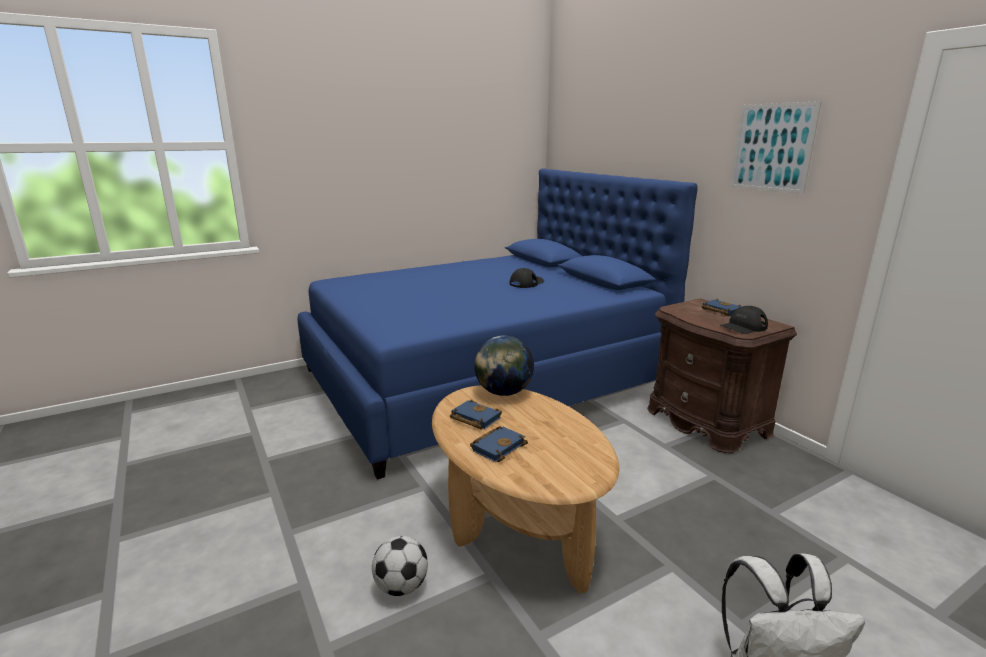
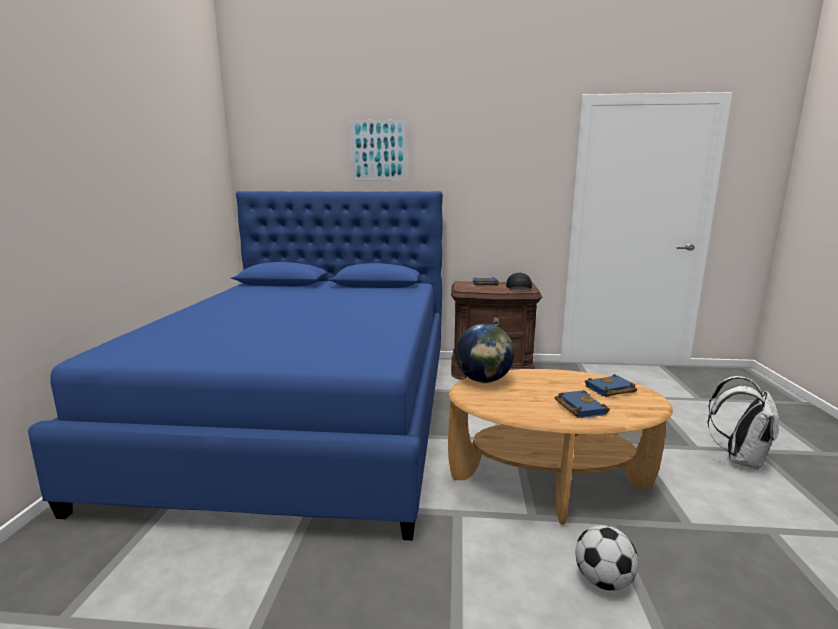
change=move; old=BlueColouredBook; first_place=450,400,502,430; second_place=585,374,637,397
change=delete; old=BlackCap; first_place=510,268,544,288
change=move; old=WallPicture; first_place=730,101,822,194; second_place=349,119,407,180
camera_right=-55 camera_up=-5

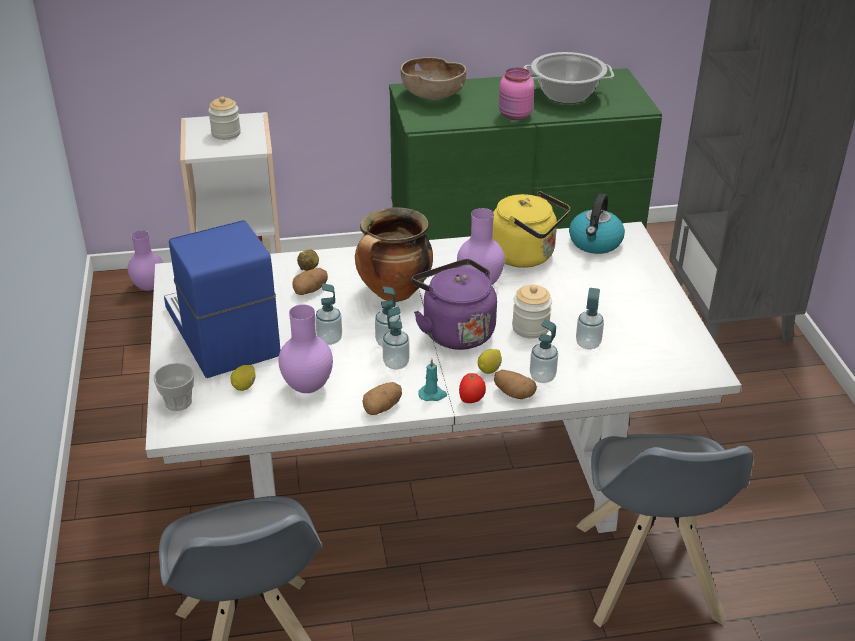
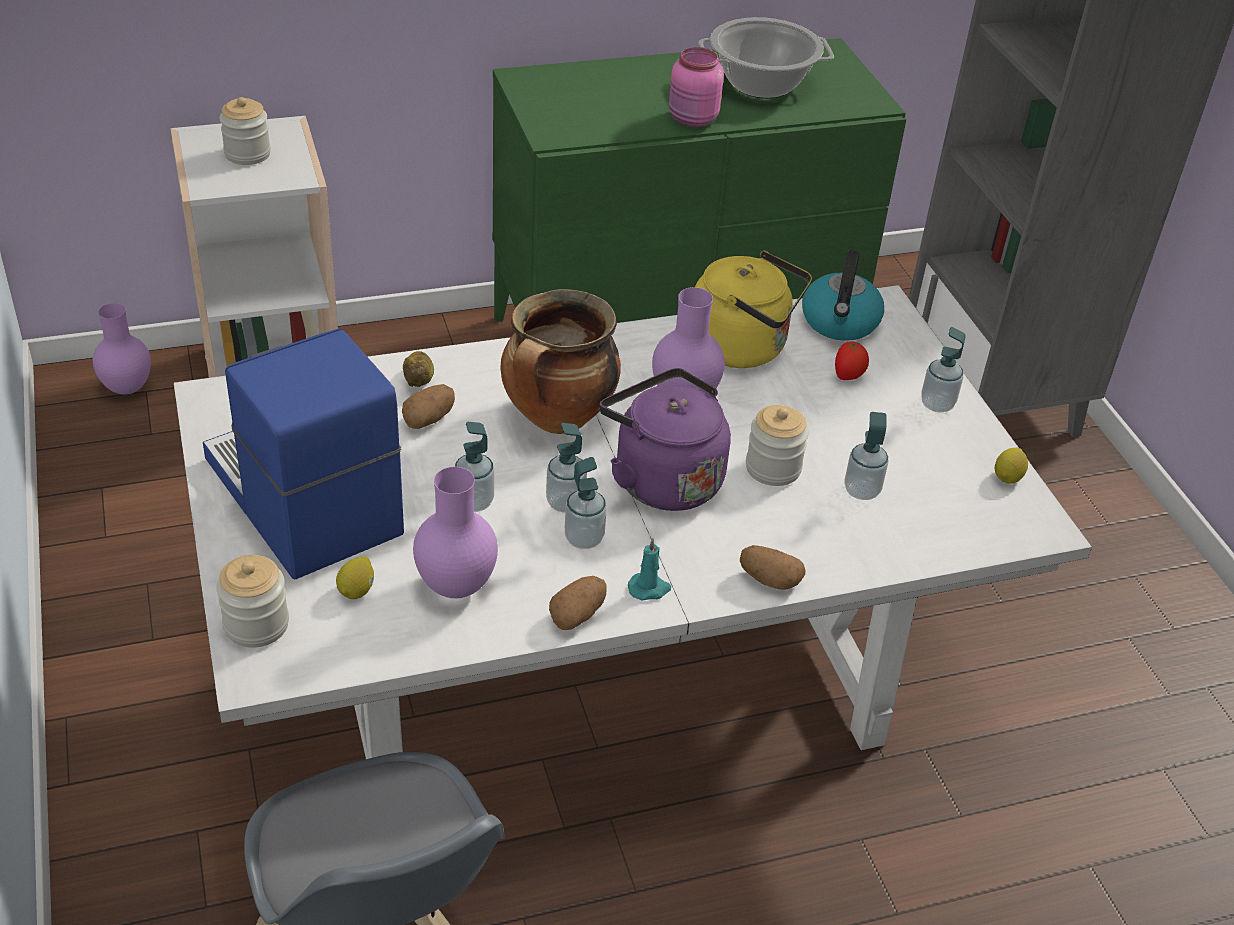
change=replace; old=Cup; new=PreserveJar; first_place=154,363,194,411; second_place=216,555,289,648
change=delete; old=BrownColouredServingBowl; first_place=400,57,466,100
change=move; old=Tomato; first_place=459,373,486,403; second_place=835,341,869,380
change=move; old=WholeLemon; first_place=478,349,502,374; second_place=994,448,1028,484
change=move; old=SoapBottle; first_place=530,319,558,383; second_place=921,327,966,413
change=delete; old=GrayChair; first_place=576,434,754,627
camera_right=-10 camera_up=5

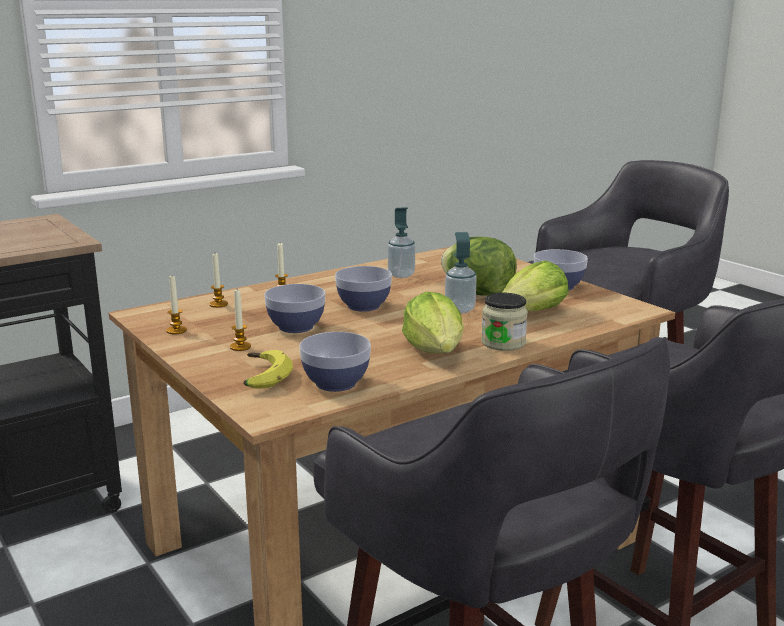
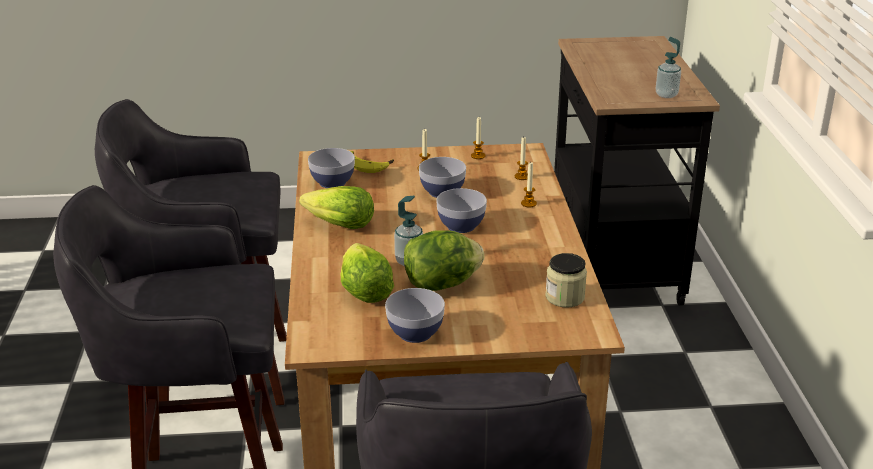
change=move; old=SoapBottle; first_place=388,207,415,278; second_place=656,37,681,98
change=move; old=PreserveJar; first_place=481,293,528,351; second_place=545,253,587,308
camera_right=120 camera_up=10

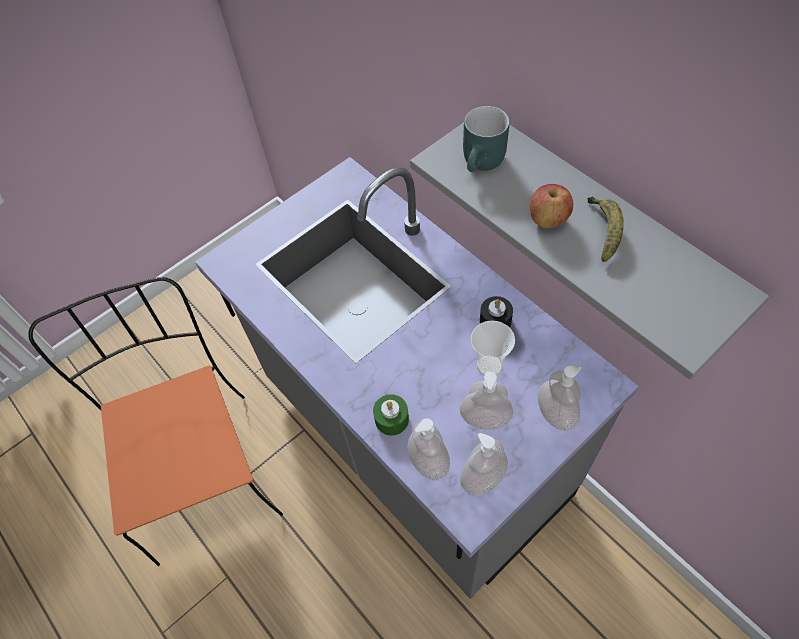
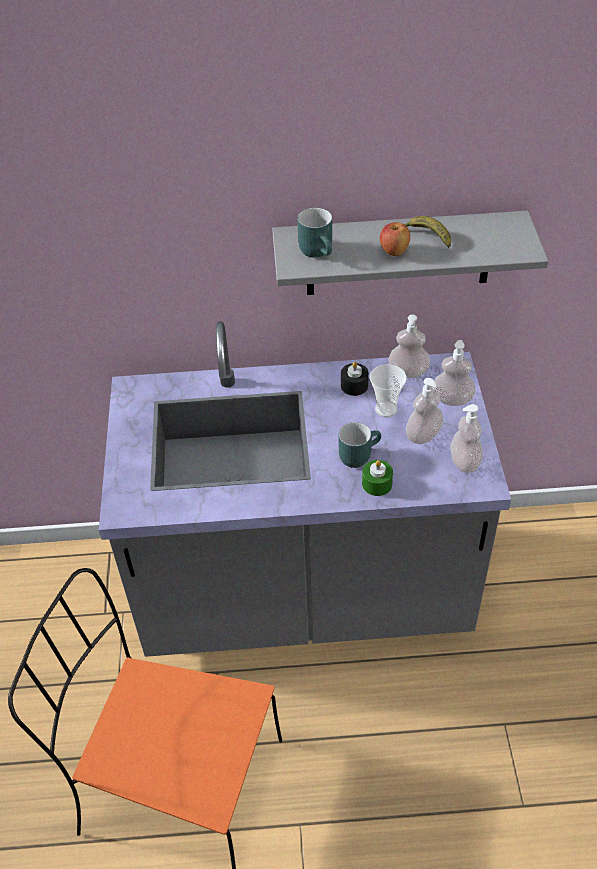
change=move; old=SoapBottle; first_place=408,418,450,481; second_place=388,315,430,378
change=insert; new=TurquoiseMug; second_place=339,422,381,468
camera_right=-55 camera_up=-10

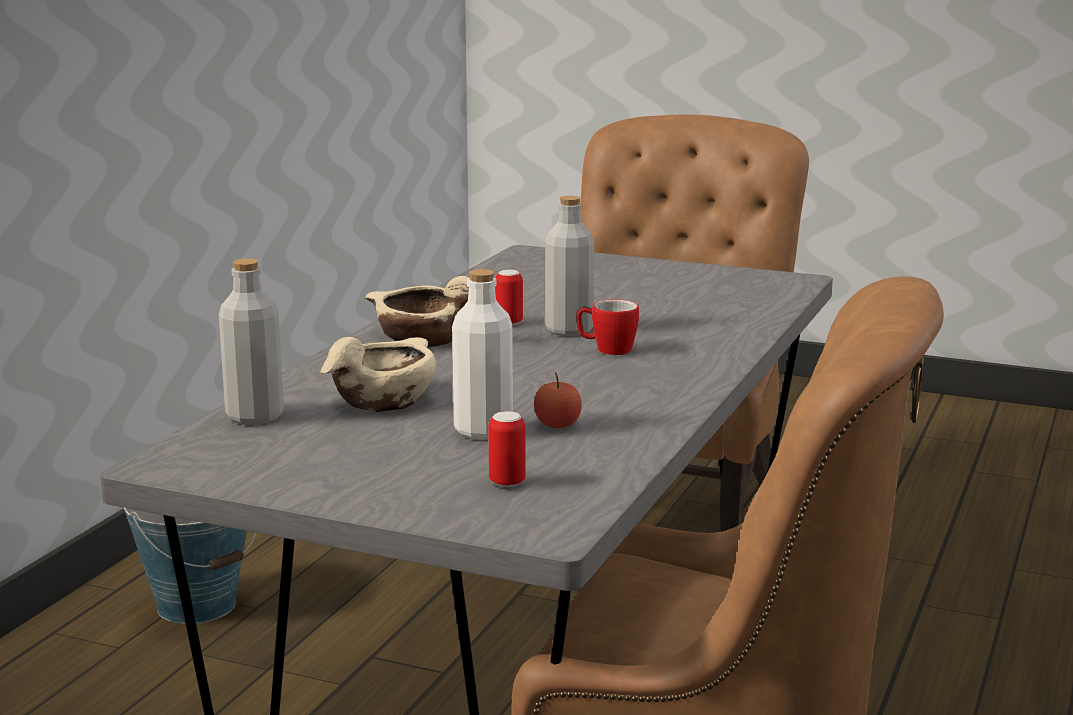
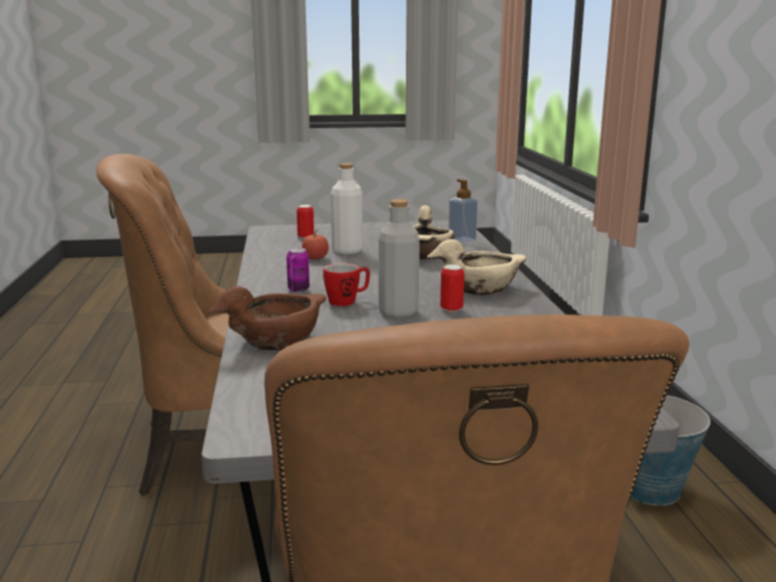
change=replace; old=GrayBottle; new=SoapBottle; first_place=219,259,284,425; second_place=449,179,478,243
change=insert; new=BrownColouredServingBowl; second_place=207,286,326,350
change=insert; new=MetalCan; second_place=286,248,309,292
camera_right=150 camera_up=0

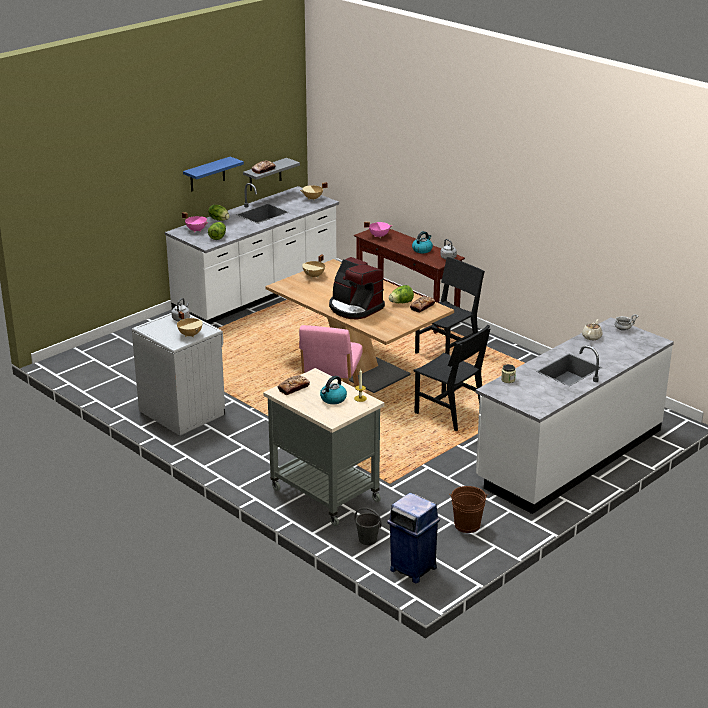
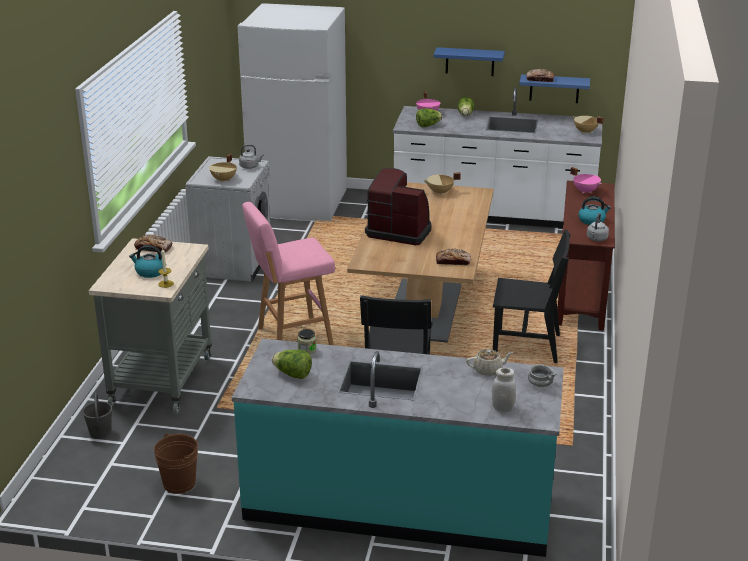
change=recolor; old=GrayWallShelf; new=BlueColouredWallShelf; first_place=243,158,300,191; second_place=519,74,590,103
change=rotate; old=CoffeeMachine; first_place=329,257,385,320; second_place=365,168,431,245; degrees=105
change=delete; old=BlueColouredTrashCan; first_place=387,493,440,583
change=move; old=LettuceHead; first_place=389,285,414,303; second_place=272,350,312,379
change=recolor; old=WhiteKitchenBaseUnit; new=TurquoiseKitchenBaseUnit; first_place=475,317,674,514; second_place=232,339,564,557
change=insert; new=WhiteRefrigerator; second_place=238,3,347,221
change=insert; new=WhitePreserveJar; second_place=492,368,516,412
camera_right=55 camera_up=0

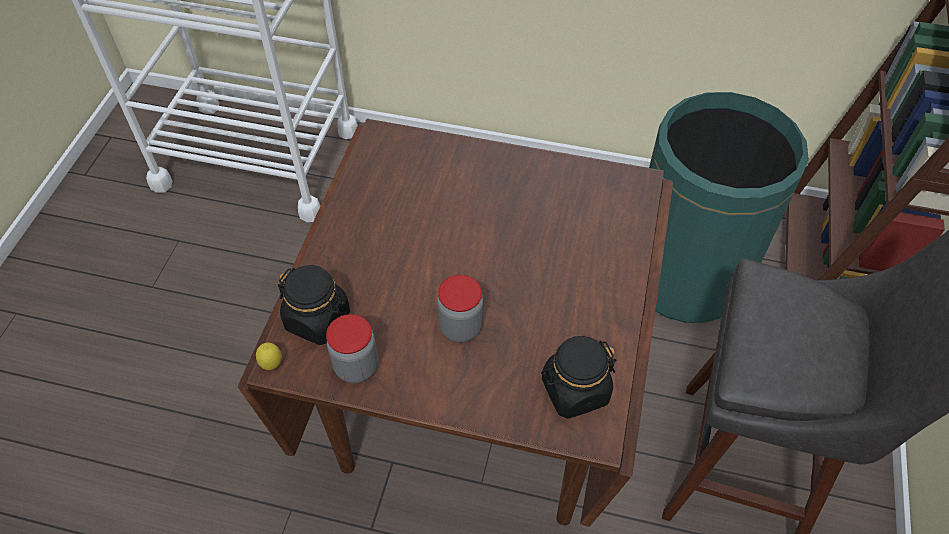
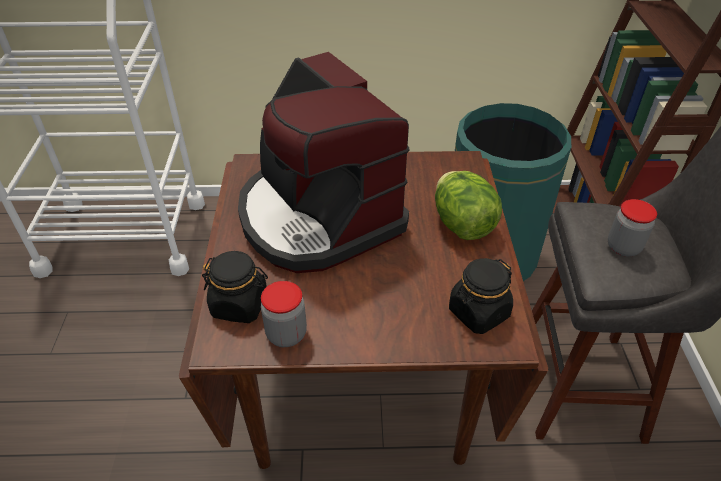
change=delete; old=WholeLemon; first_place=256,343,282,370
change=move; old=PreserveJar; first_place=437,275,483,343; second_place=608,199,657,256
change=insert; new=CoffeeMachine; second_place=238,52,410,273
change=insert; new=LettuceHead; second_place=435,171,502,240
camera_right=-15 camera_up=-10

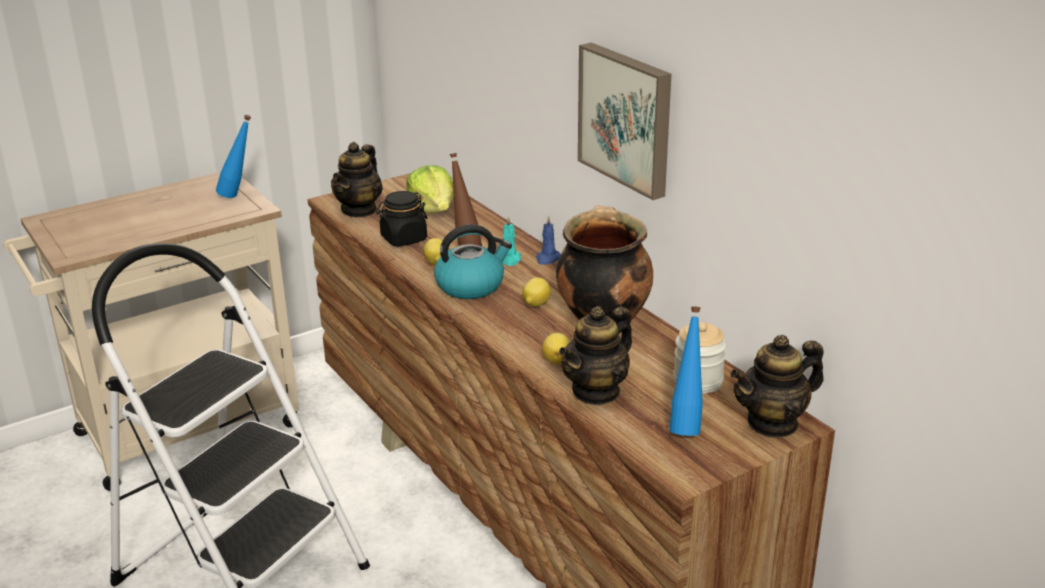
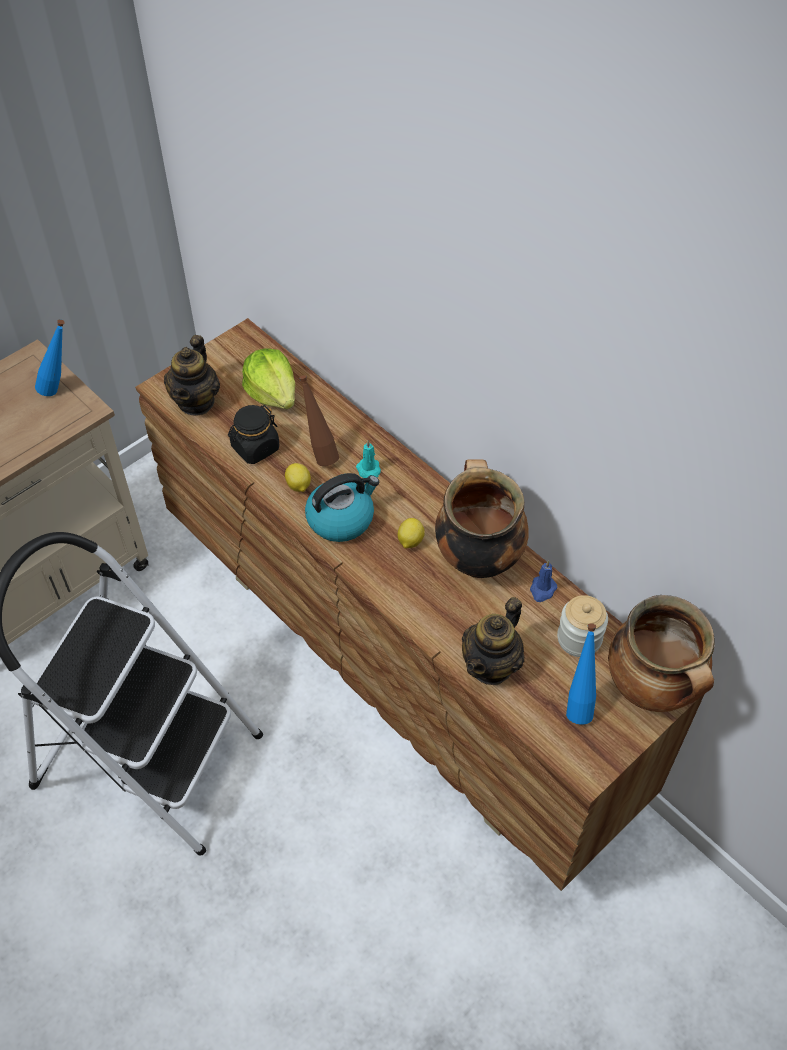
change=move; old=BlueColouredWaxCandle; first_place=536,215,561,265; second_place=530,560,557,602
change=delete; old=WholeLemon; first_place=542,333,570,364
change=delete; old=WallPicture; first_place=578,42,671,200
change=replace; old=PotForTea; new=CookingPot; first_place=730,335,824,438; second_place=608,595,715,712
camera_right=-10 camera_up=25

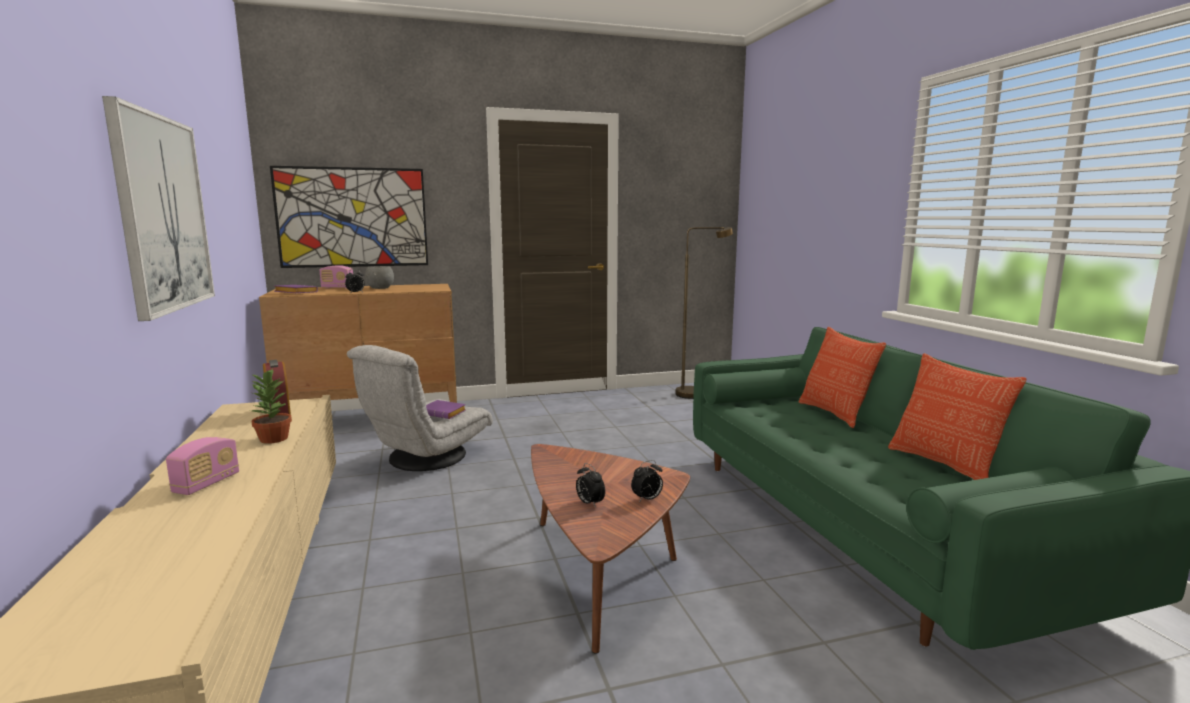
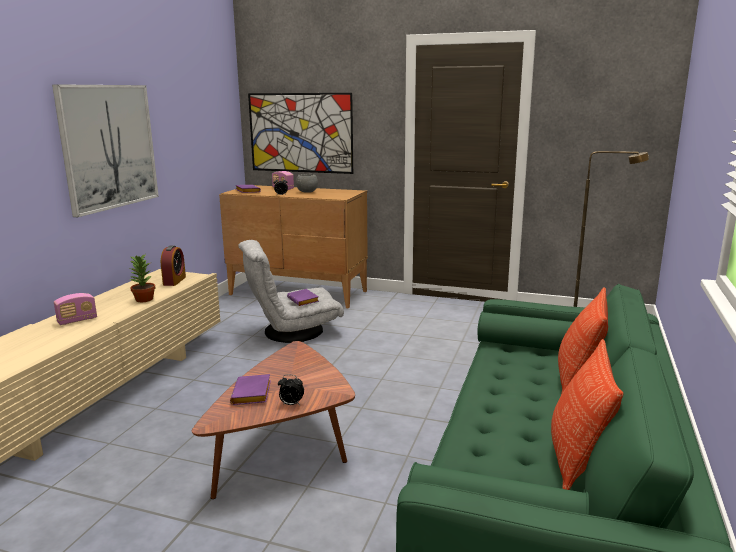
change=replace; old=TableClock; new=PurpleBook; first_place=576,463,605,508; second_place=230,374,271,405
camera_right=35 camera_up=5

